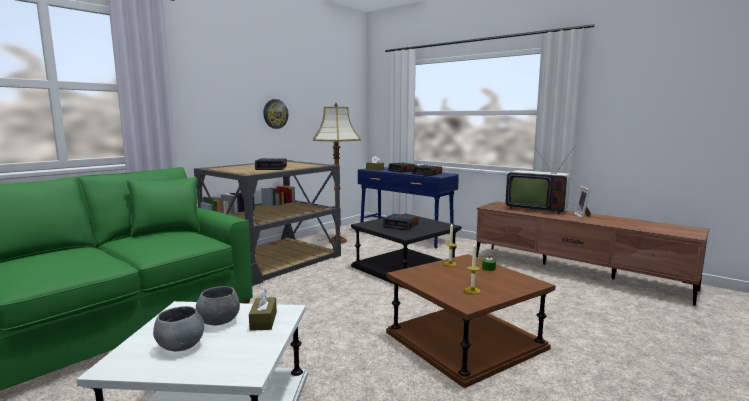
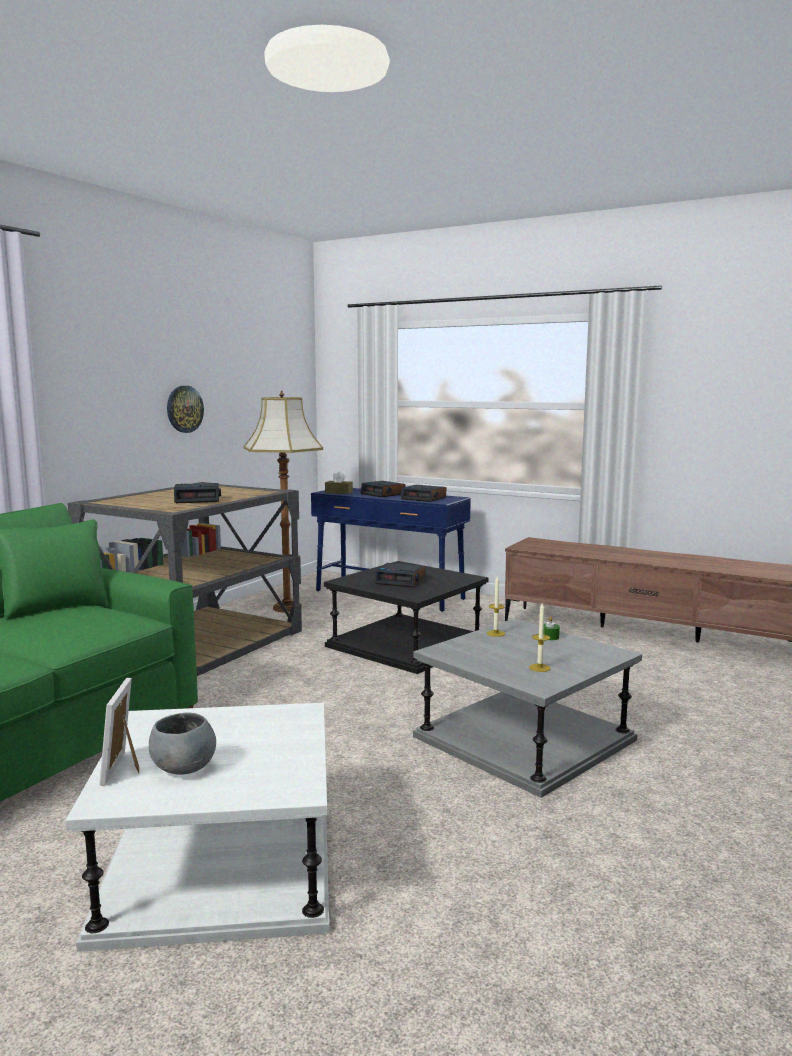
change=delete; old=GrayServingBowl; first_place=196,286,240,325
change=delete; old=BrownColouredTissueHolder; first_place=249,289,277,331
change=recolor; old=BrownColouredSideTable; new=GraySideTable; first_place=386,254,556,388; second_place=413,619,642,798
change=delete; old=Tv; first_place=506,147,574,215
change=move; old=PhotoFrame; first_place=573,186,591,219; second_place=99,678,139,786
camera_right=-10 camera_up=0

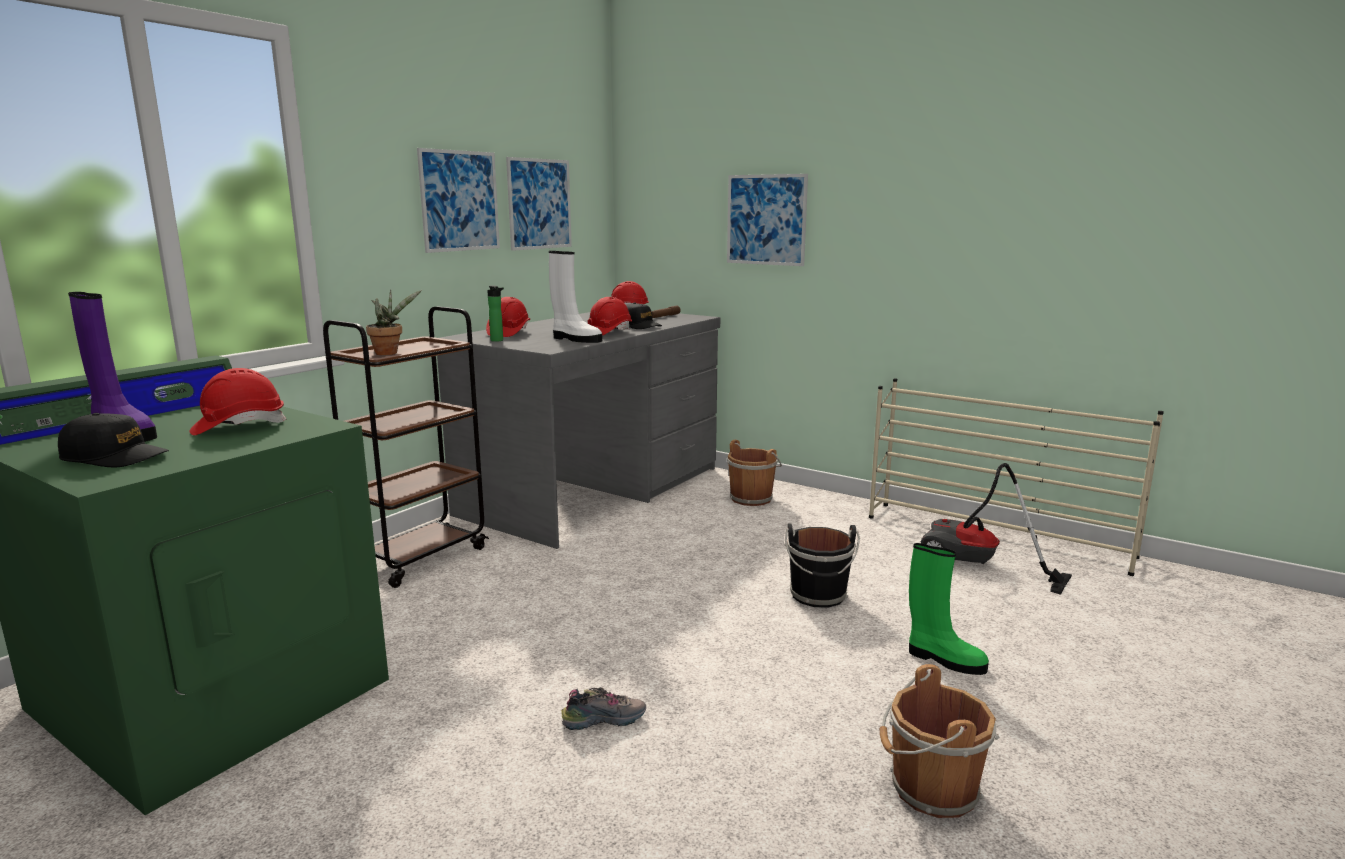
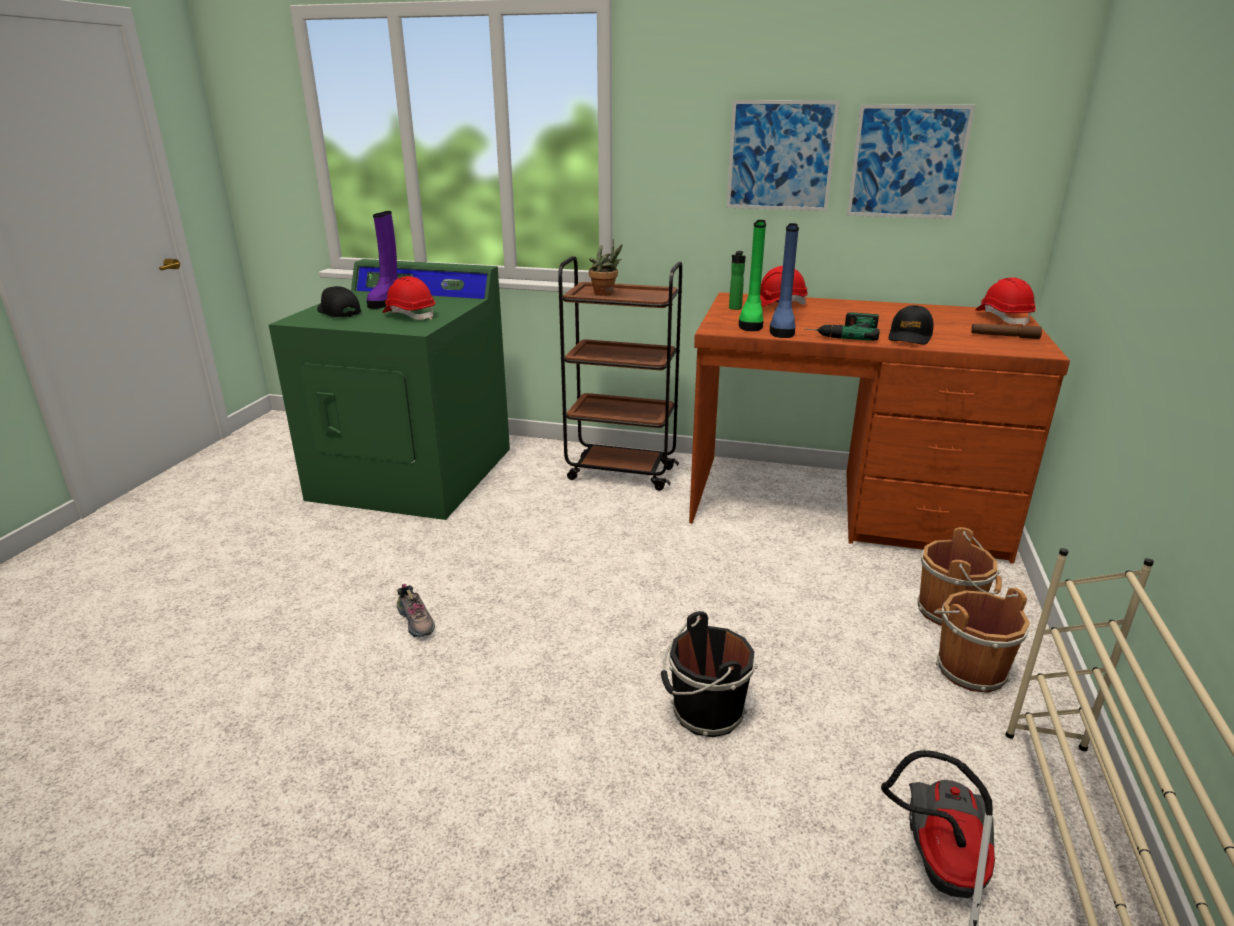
change=rotate; old=BlackCap; first_place=58,413,169,467; second_place=317,286,361,317; degrees=150
change=recolor; old=GrayDeskTable; new=BrownColouredDeskTable; first_place=437,312,720,549; second_place=689,292,1070,564
change=recolor; old=WhiteBoot; new=BlueColouredBoot; first_place=549,251,602,343; second_place=770,223,799,338
change=replace; old=RedColouredSafetyHelmet; new=ElectricDrill; first_place=587,297,632,336; second_place=804,312,880,341
change=delete; old=WallPicture; first_place=727,174,808,266
change=move; old=BrownColouredWaterBucket; first_place=880,664,999,818; second_place=934,588,1030,693
change=move; old=GreenBoot; first_place=909,543,989,675; second_place=739,220,766,331
camera_right=70 camera_up=10

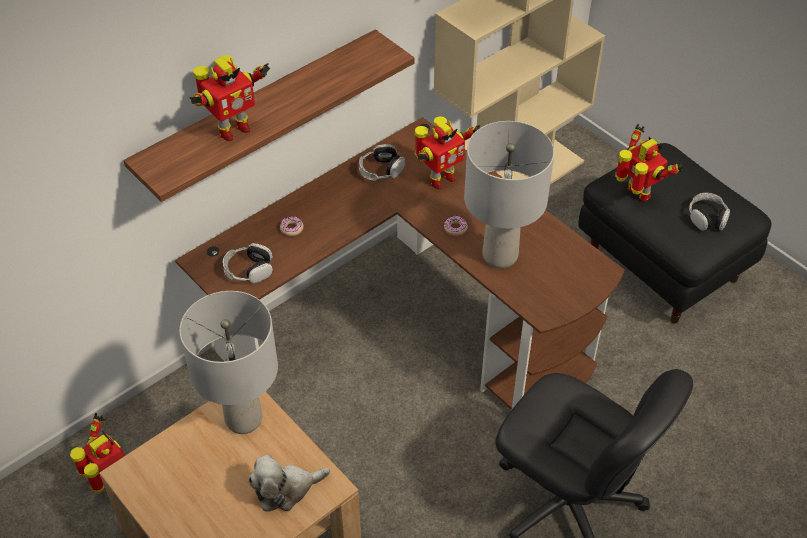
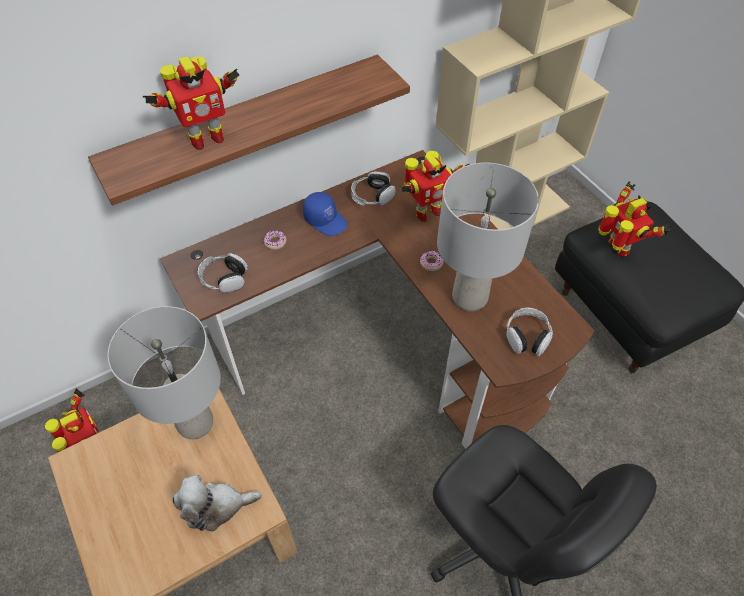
change=move; old=Headset; first_place=689,193,730,231; second_place=506,308,553,357
change=insert; new=BlueColouredCap; second_place=303,192,347,236
camera_right=10 camera_up=5

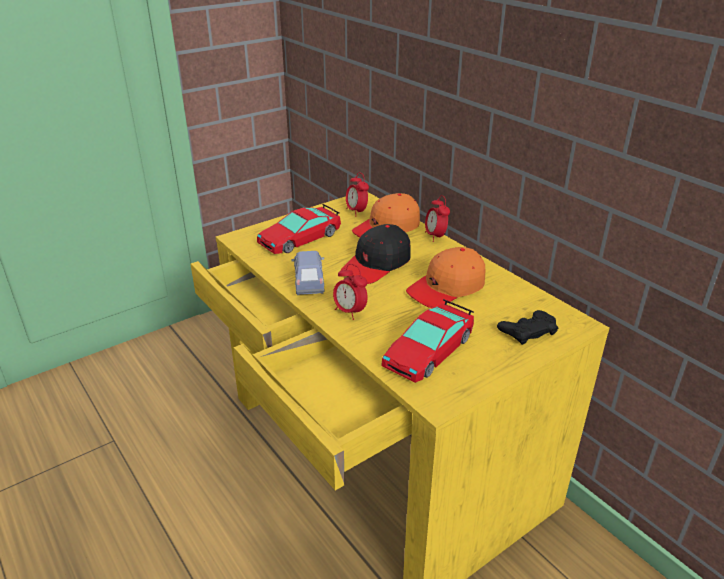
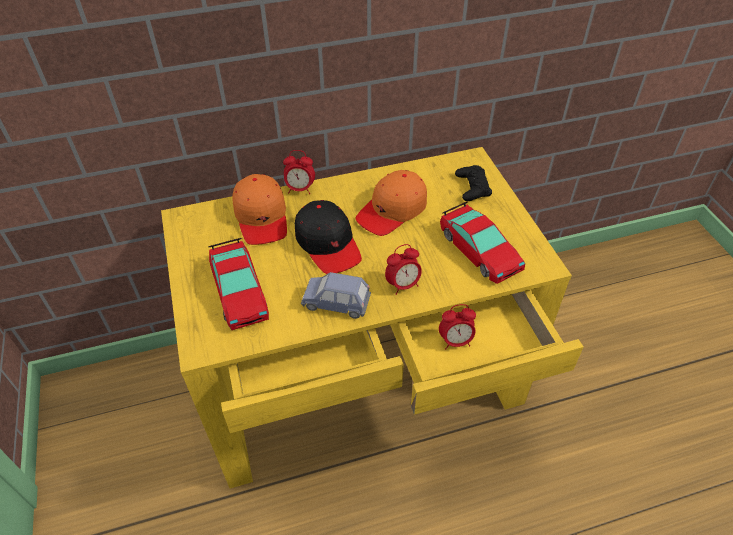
change=move; old=TableClock; first_place=346,172,369,217; second_place=439,304,476,350
change=rotate; old=OrangeColouredCap; first_place=406,247,485,308; second_place=356,170,427,236; degrees=60
camera_right=-70 camera_up=15

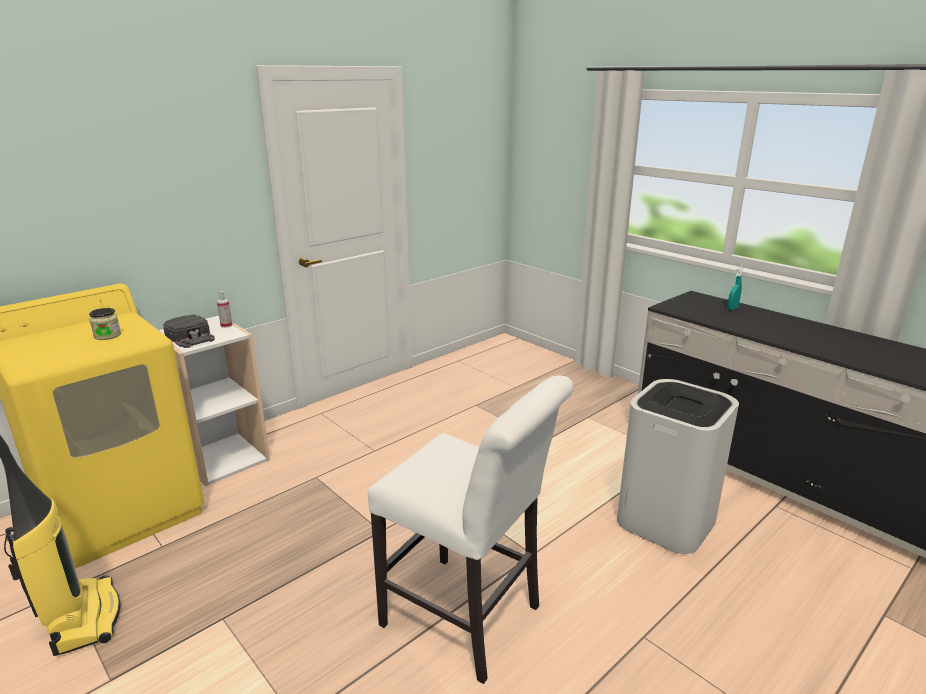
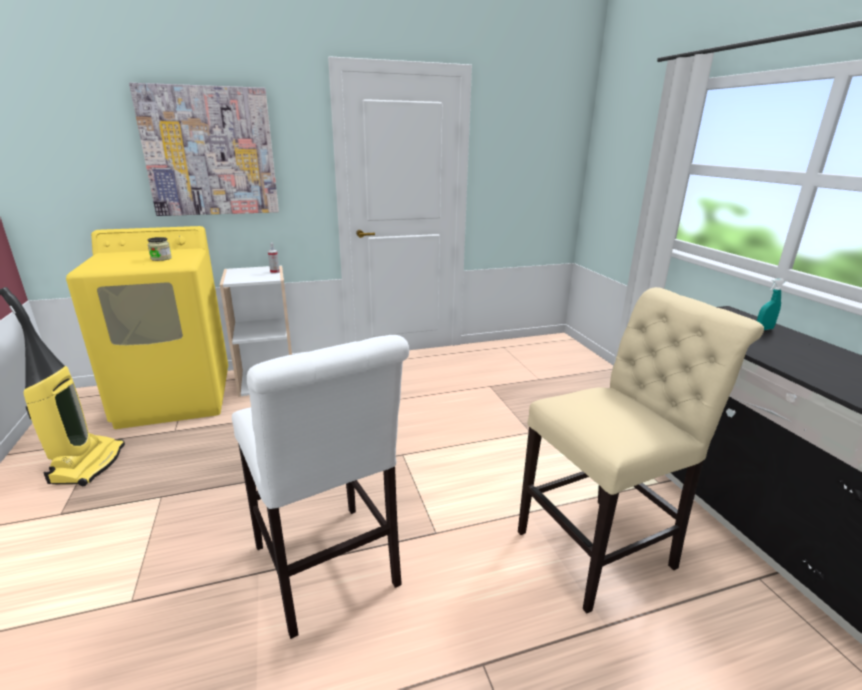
change=delete; old=BlackCap; first_place=164,314,215,348
change=replace; old=WhiteTrashCan; new=BeigeColouredStoolSeat; first_place=617,379,739,554; second_place=518,287,764,614
change=insert; new=WallPicture; second_place=129,83,279,216
camera_right=25 camera_up=0

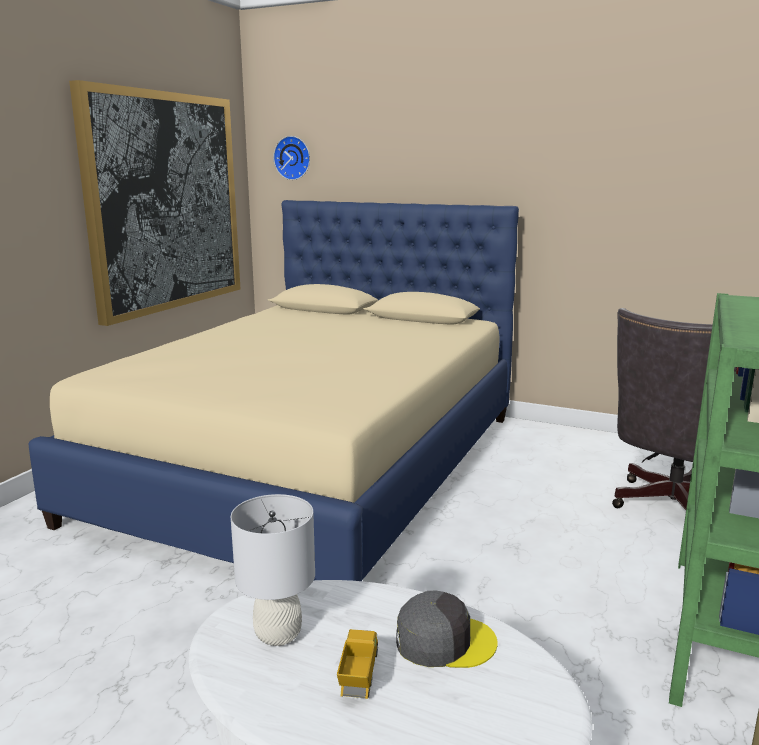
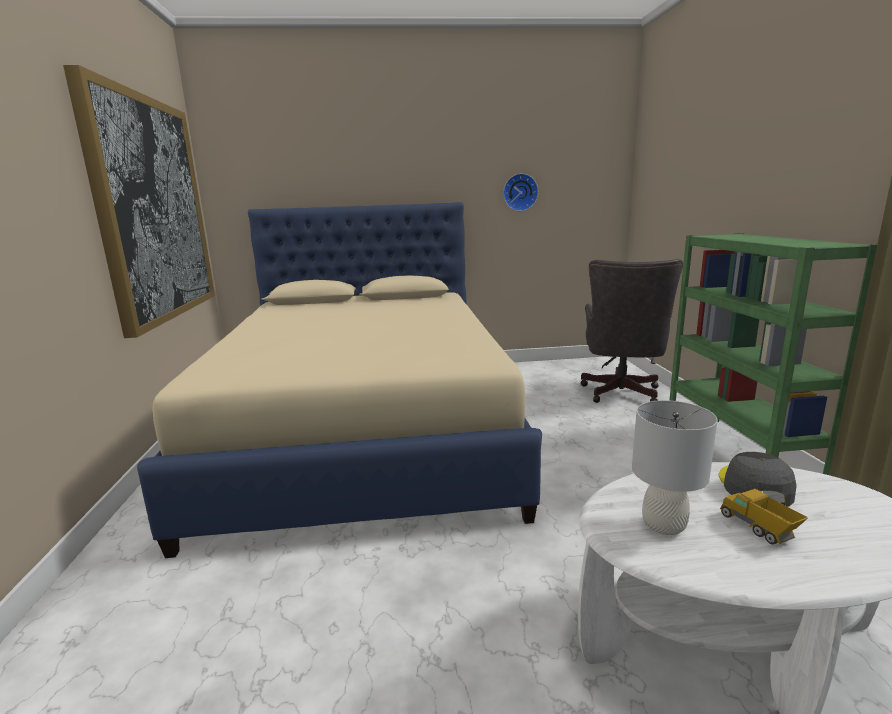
change=move; old=ClockOnTheWall; first_place=273,136,310,180; second_place=503,173,538,211
change=rotate; old=GrayCap; first_place=396,590,497,668; second_place=719,452,797,507; degrees=-45
camera_right=-30 camera_up=0

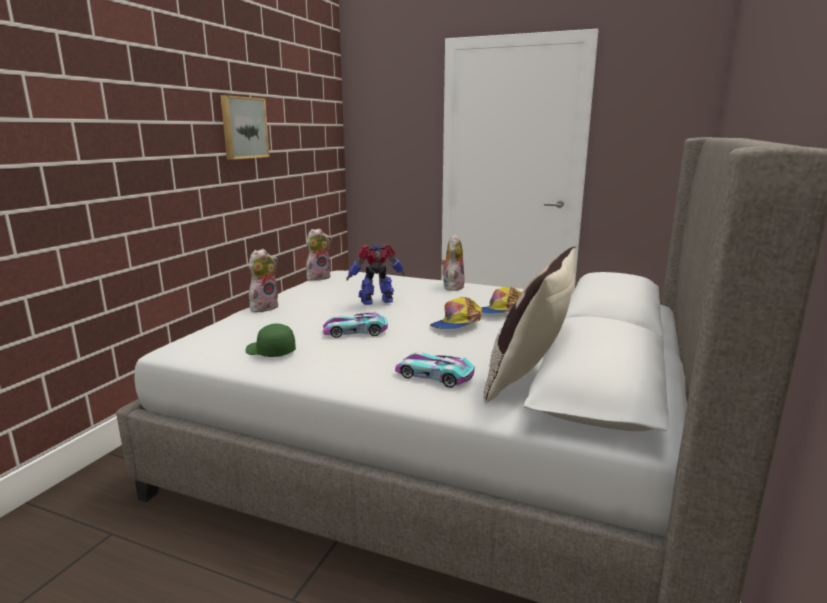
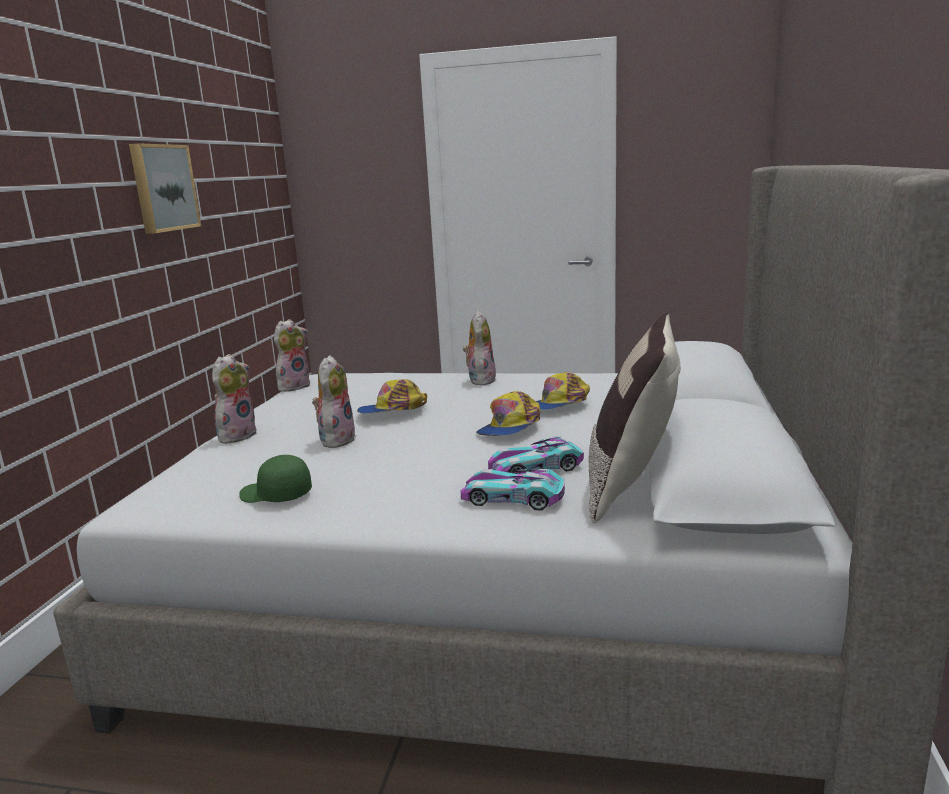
change=move; old=ToyCar; first_place=323,312,388,338; second_place=488,436,584,474
change=replace; old=ToyRobot; new=Cap; first_place=346,244,405,305; second_place=357,379,427,414
change=insert; new=PlushToy; second_place=312,355,356,448
camera_right=-10 camera_up=0

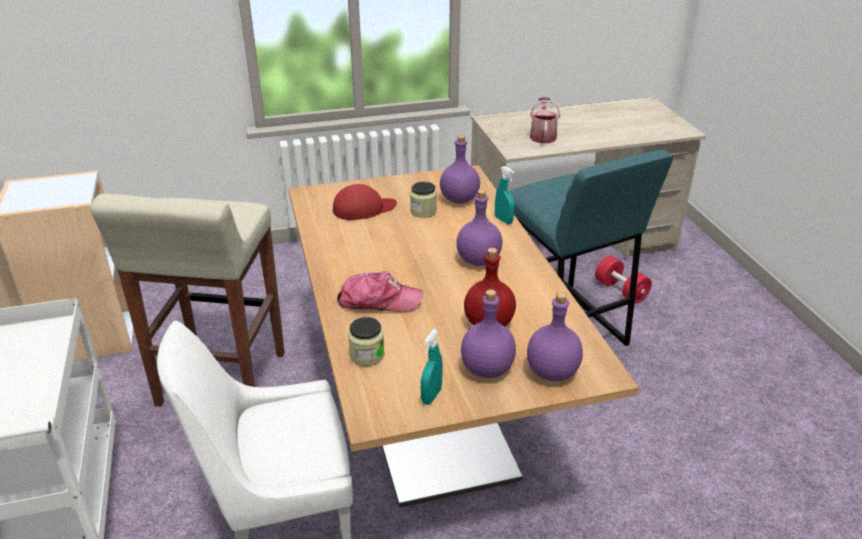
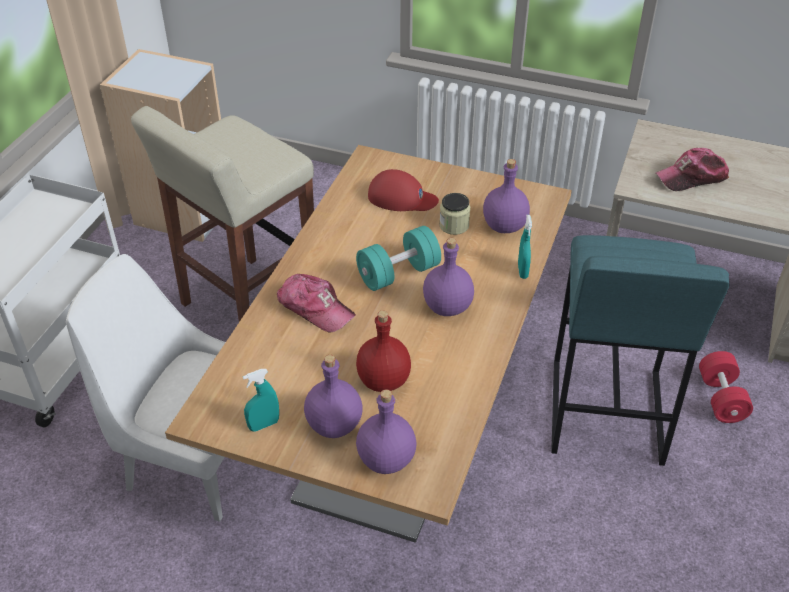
change=delete; old=PreserveJar; first_place=348,317,384,366
change=replace; old=WateringPot; new=Cap; first_place=530,97,560,143; second_place=656,148,729,191
change=insert; new=TurquoiseFreeWeight; second_place=356,226,441,291
camera_right=35 camera_up=10

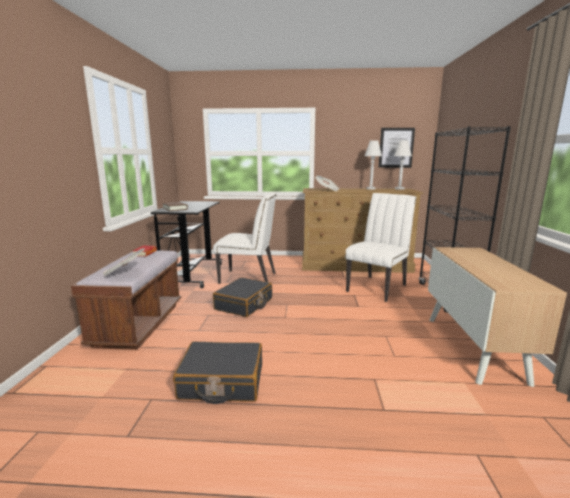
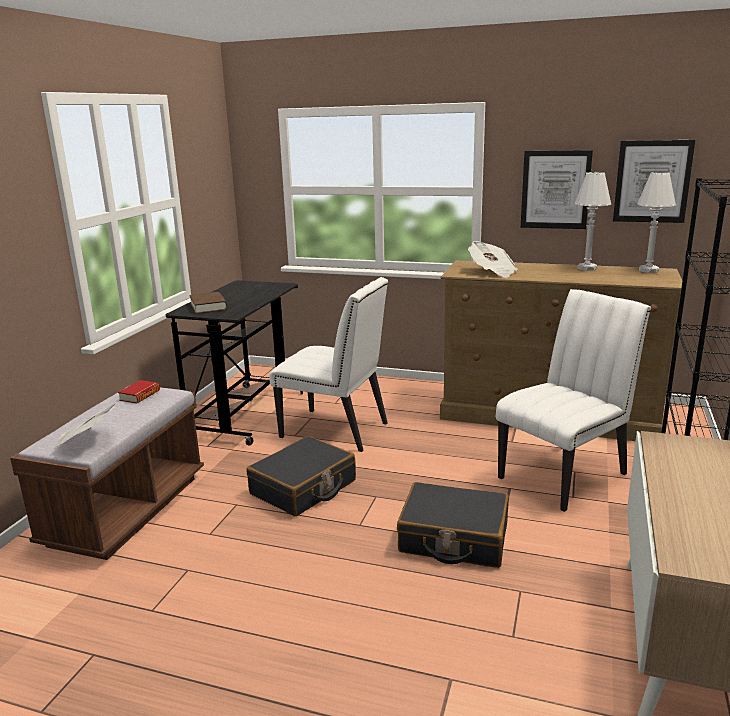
change=move; old=BlackPieceOfLuggage; first_place=173,341,262,404; second_place=397,482,509,568
change=insert; new=WallPicture; second_place=521,150,593,229
camera_right=15 camera_up=5

